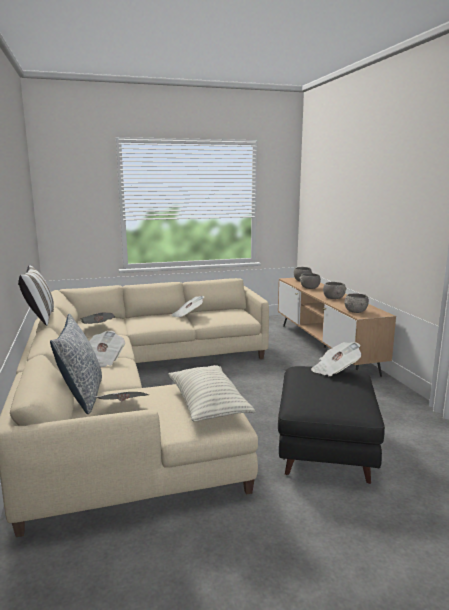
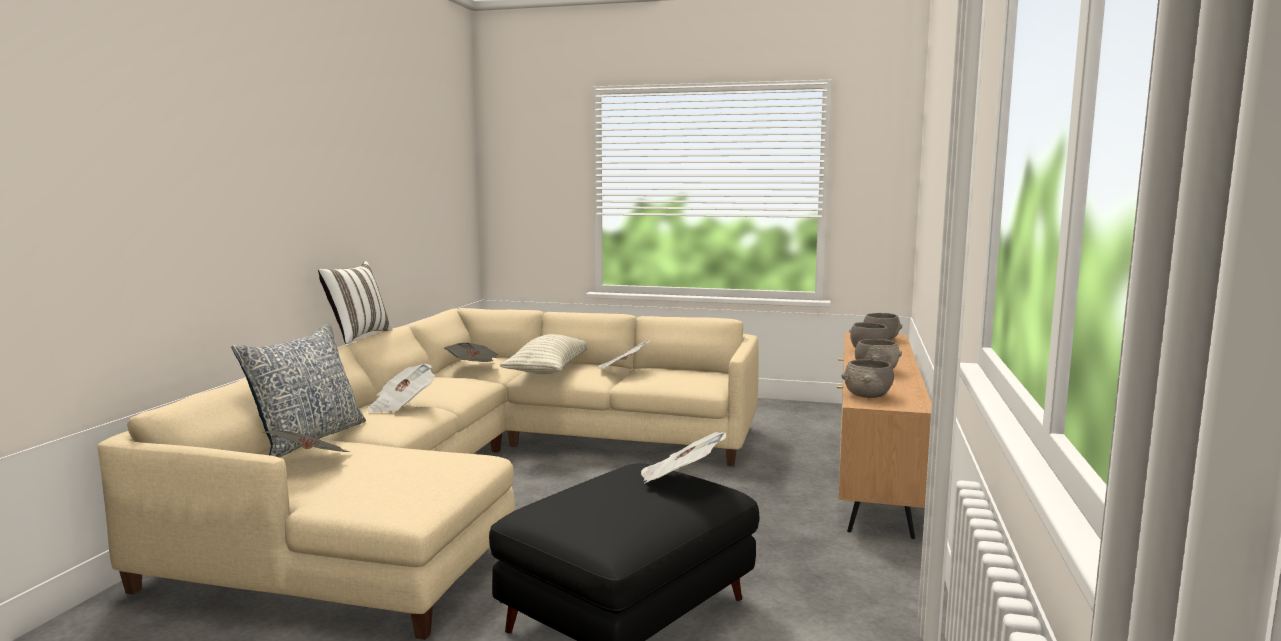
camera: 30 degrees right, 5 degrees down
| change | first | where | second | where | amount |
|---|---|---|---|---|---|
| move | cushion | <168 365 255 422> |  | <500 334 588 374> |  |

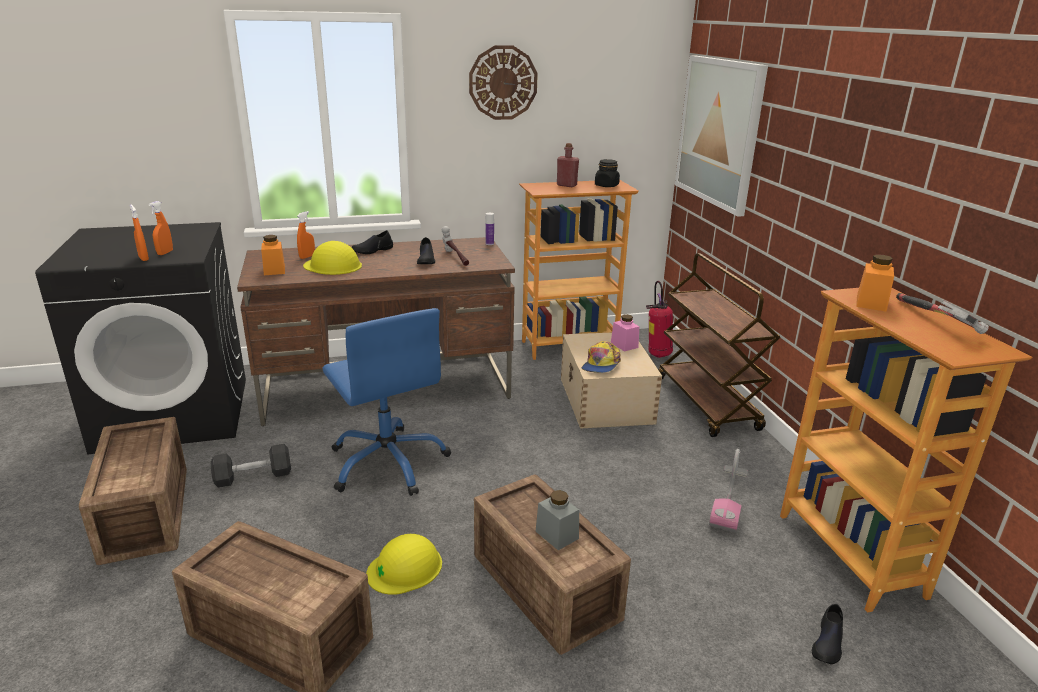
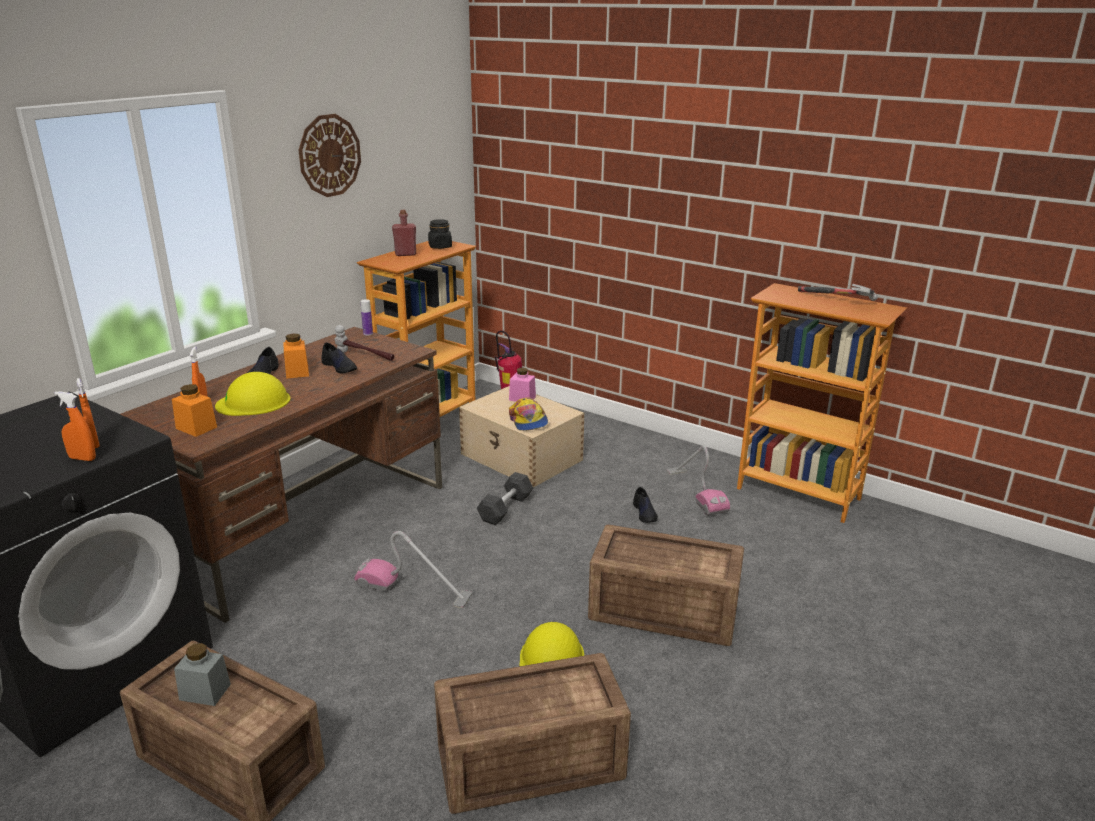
camera: 40 degrees left, 0 degrees up
| change | first | where | second | where | amount |
|---|---|---|---|---|---|
| delete | wall picture | <675 55 768 217> |  |  |  |
| delete | brownish trolley | <658 253 781 437> |  |  |  |
| move | orangey preserve jar | <856 254 894 312> |  | <283 334 309 379> |  |
| replace | bluish office chair | <322 308 451 496> | vacuum | <354 531 472 608> |  |
| move | greyish hand weight | <211 444 291 488> |  | <477 472 533 525> |  |
| move | greyish preserve jar | <536 490 579 550> |  | <174 643 231 706> |  |
| move | black shoe | <812 604 843 664> |  | <633 487 658 523> |  |

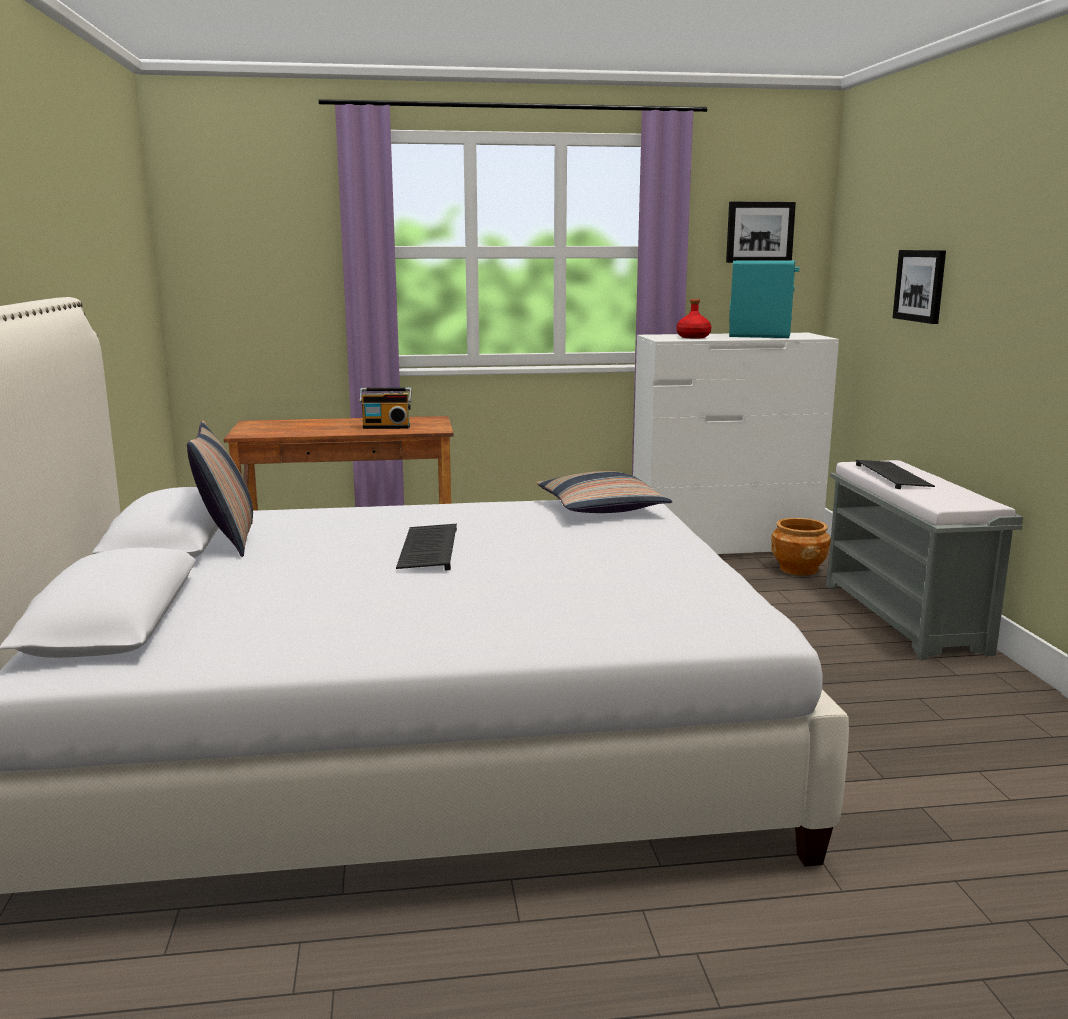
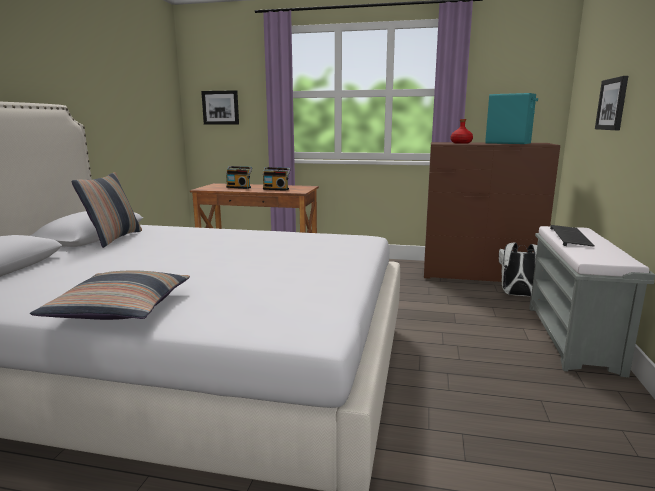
camera: 20 degrees right, 0 degrees up
| change | first | where | second | where | amount |
|---|---|---|---|---|---|
| move | wall picture | <726 202 796 263> |  | <201 90 239 125> |  |
| recolor | white drawer chest | <633 333 839 554> | brownish drawer chest | <424 142 560 282> |  |
| move | cushion | <536 471 672 513> |  | <30 270 190 320> |  |
| replace | brownish plant pot | <771 518 831 575> | white knapsack | <499 242 537 296> |  |
| delete | computer keyboard | <396 524 457 571> |  |  |  |
| insert |  |  | radio | <226 166 253 189> |  |

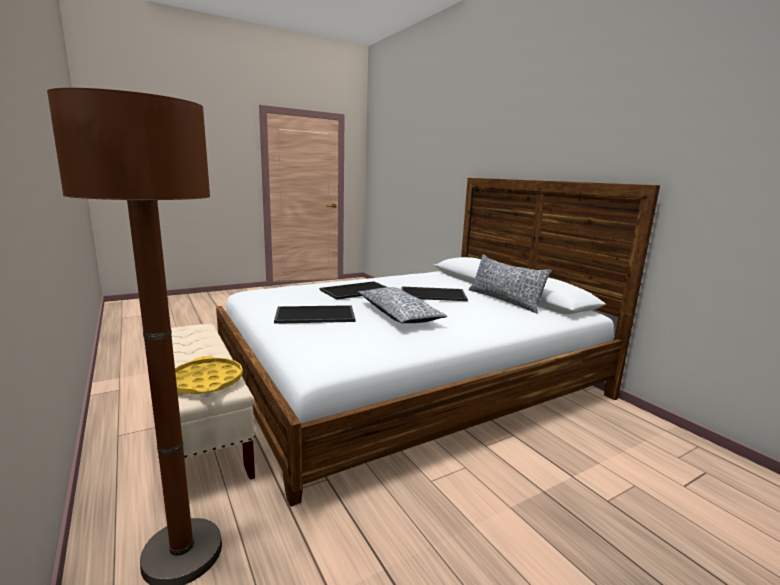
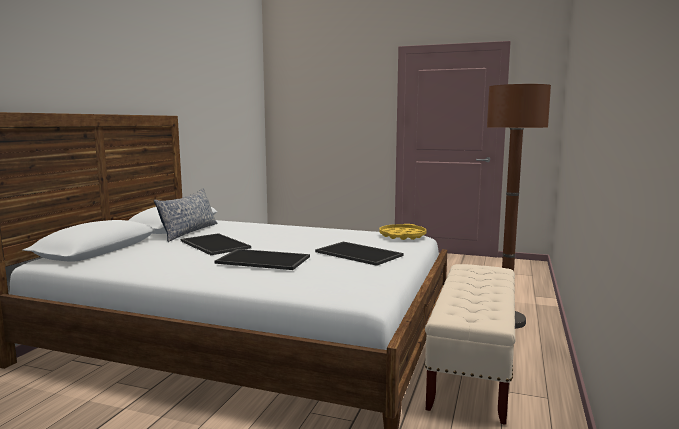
camera: 130 degrees left, 5 degrees down
| change | first | where | second | where | amount |
|---|---|---|---|---|---|
| delete | cushion | <358 287 447 323> |  |  |  |
| move | yellow serving tray | <175 356 243 394> |  | <379 224 427 240> |  |

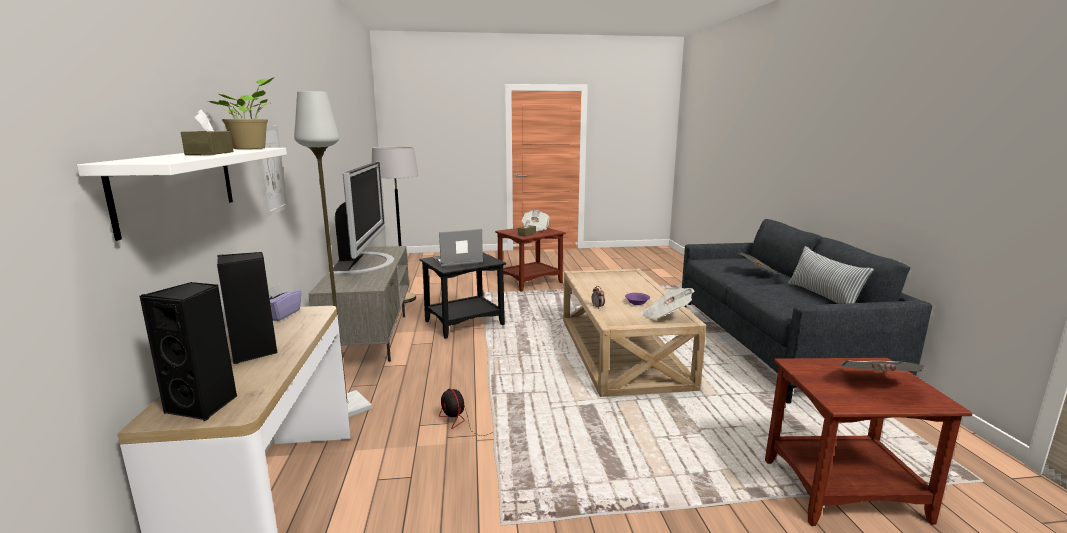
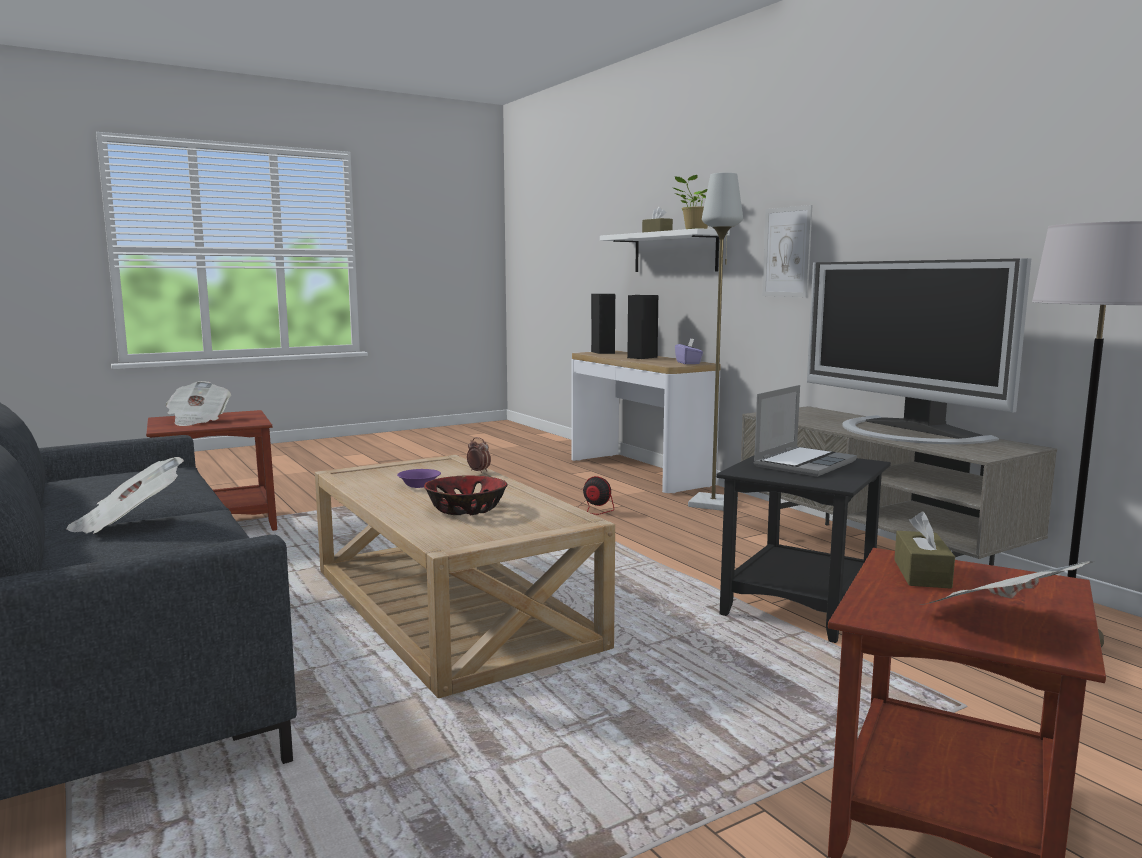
camera: 155 degrees right, 5 degrees down
| change | first | where | second | where | amount |
|---|---|---|---|---|---|
| delete | cushion | <788 246 874 304> |  |  |  |
| delete | daily paper | <640 288 695 320> |  |  |  |
| insert |  |  | deep dish | <424 475 508 515> |  |

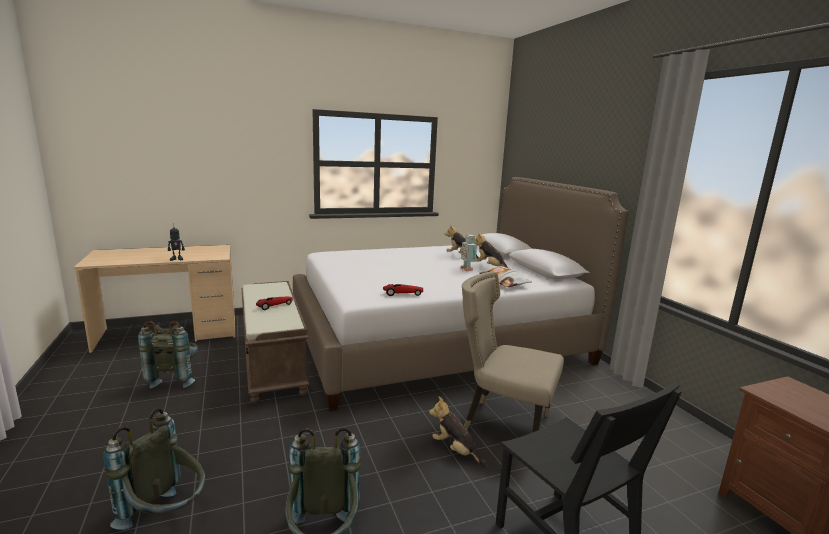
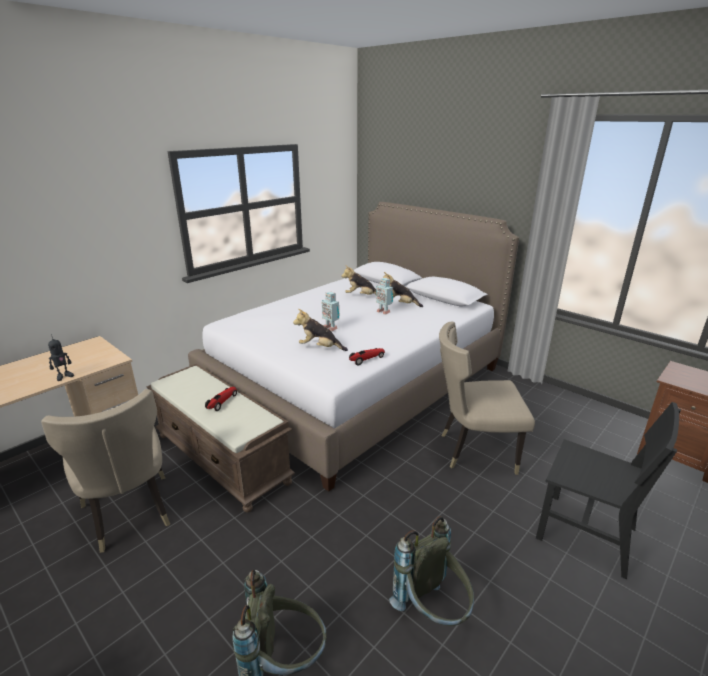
camera: 25 degrees left, 10 degrees up
| change | first | where | second | where | amount |
|---|---|---|---|---|---|
| delete | cushion | <479 266 532 287> |  |  |  |
| replace | greyish knapsack | <138 321 198 389> | beige-coloured upright chair | <41 389 170 553> |  |
| move | plush toy | <429 396 487 467> |  | <293 309 348 351> |  |
| insert |  |  | model robot | <322 291 339 331> |  |

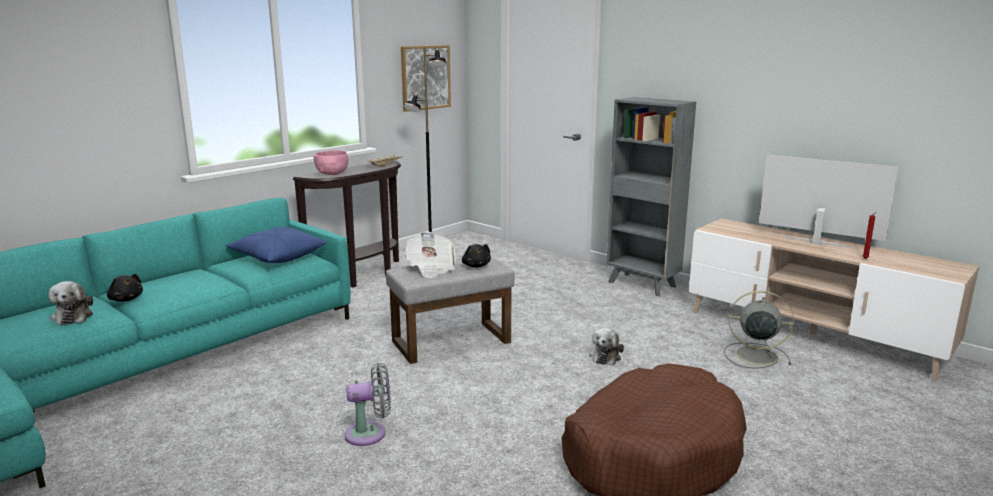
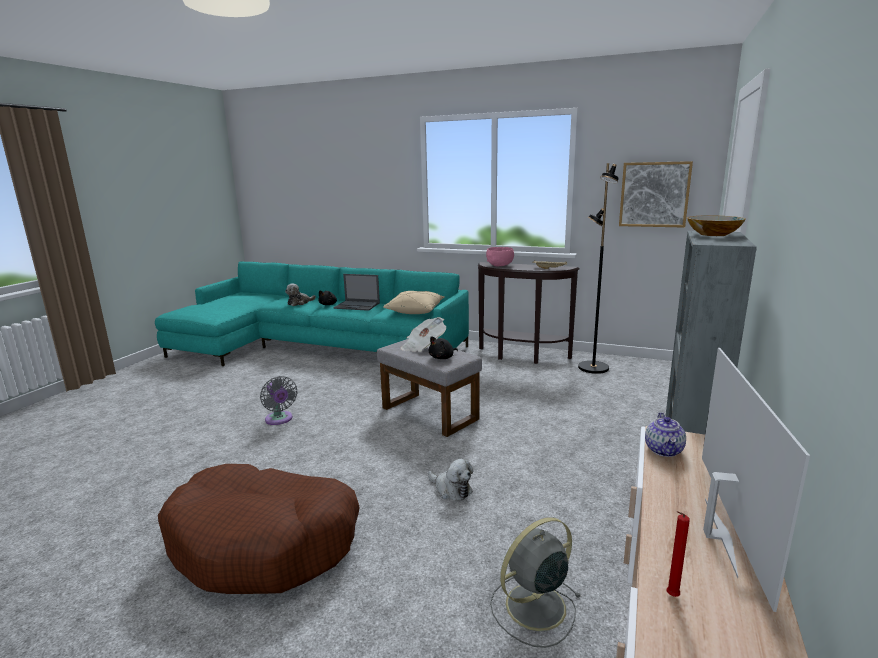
camera: 70 degrees right, 0 degrees up
| change | first | where | second | where | amount |
|---|---|---|---|---|---|
| recolor | bluish cushion | <226 227 327 263> | beige-coloured cushion | <383 291 445 314> |  |
| rotate | greyish fan | <724 291 794 369> |  | <490 517 581 648> | 120 degrees counterclockwise |
| rotate | plush toy | <589 328 624 365> |  | <428 459 473 501> | 135 degrees counterclockwise |
| insert |  |  | deep dish | <687 215 746 236> |  |
| insert |  |  | notebook computer | <334 274 380 311> |  |
| insert |  |  | pot for tea | <645 412 686 457> |  |

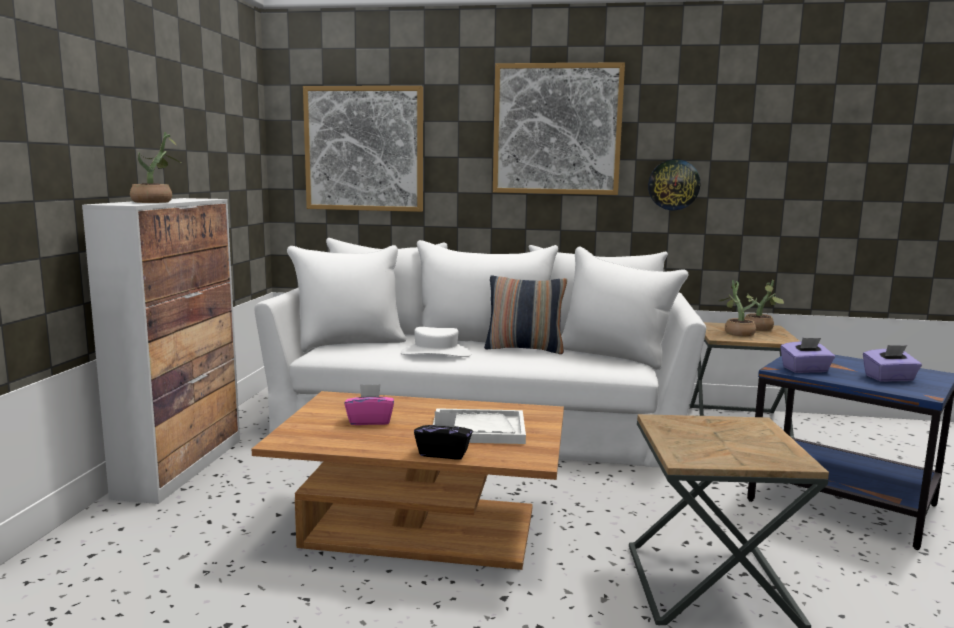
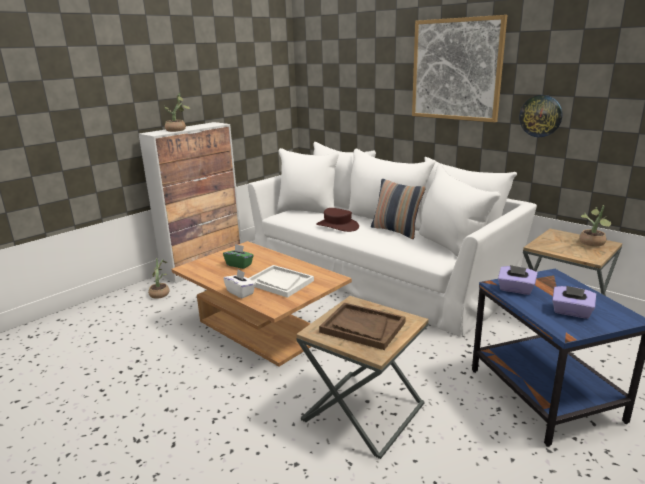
camera: 35 degrees right, 10 degrees up
| change | first | where | second | where | amount |
|---|---|---|---|---|---|
| delete | wall picture | <303 86 423 212> |  |  |  |
| move | plant in a pot | <719 280 757 337> |  | <148 258 170 299> |  |
| recolor | white wearable hat | <401 327 471 357> | brownish wearable hat | <316 208 359 232> |  |
| recolor | pink box of tissues | <345 384 394 425> | green box of tissues | <223 244 254 269> |  |
| recolor | black box of tissues | <414 411 473 459> | white box of tissues | <223 269 256 298> |  |
| insert |  |  | brownish serving tray | <319 303 406 350> |  |

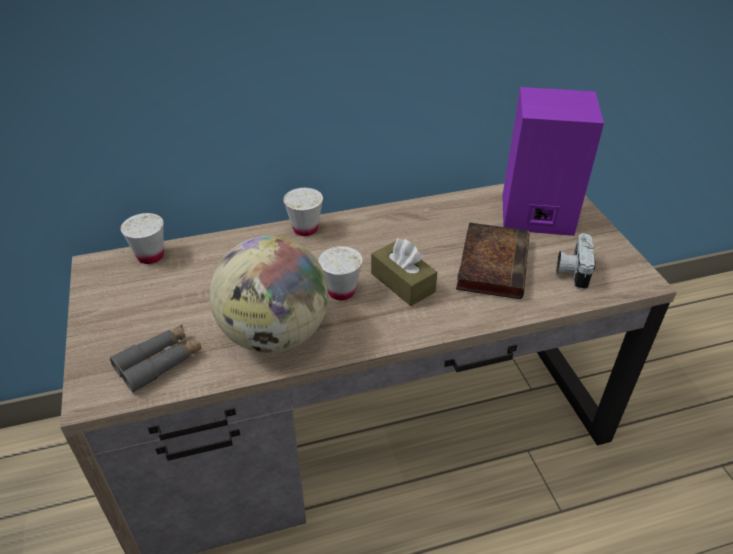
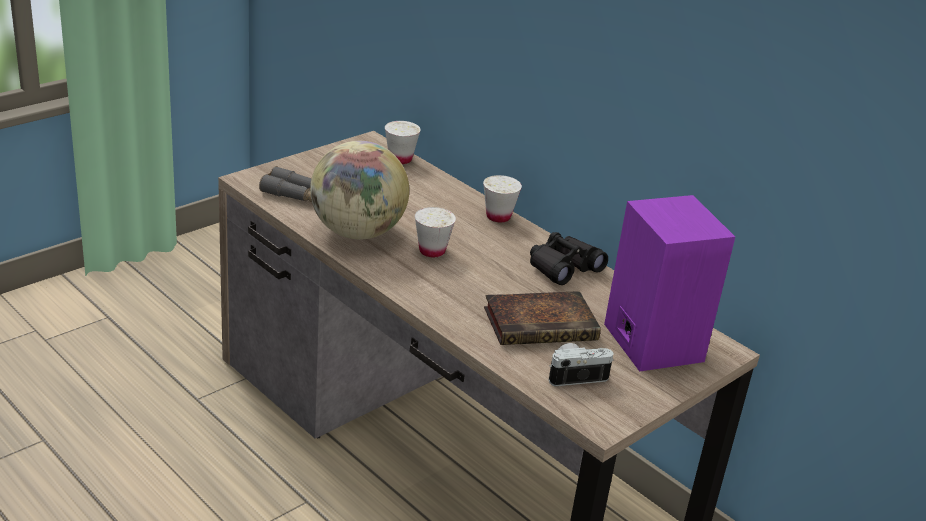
camera: 60 degrees right, 10 degrees down
| change | first | where | second | where | amount |
|---|---|---|---|---|---|
| delete | brownish box of tissues | <371 238 437 306> |  |  |  |
| insert |  |  | black field glasses | <530 232 608 285> |  |

